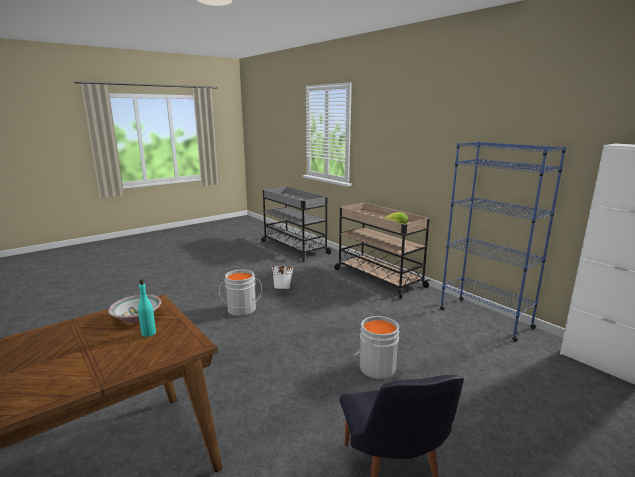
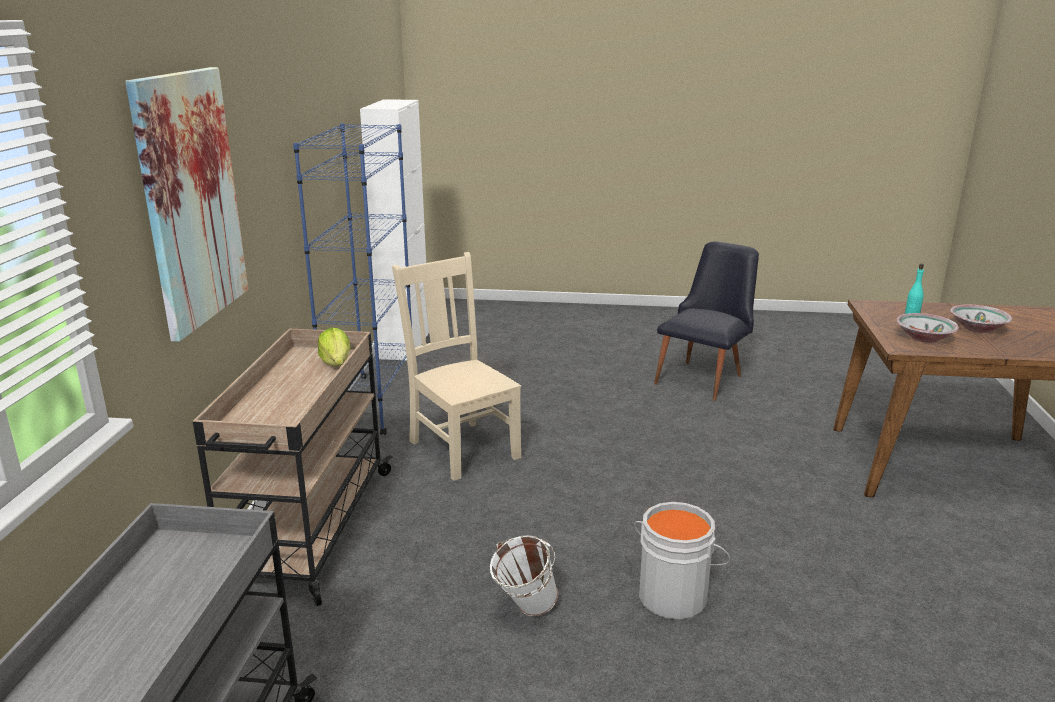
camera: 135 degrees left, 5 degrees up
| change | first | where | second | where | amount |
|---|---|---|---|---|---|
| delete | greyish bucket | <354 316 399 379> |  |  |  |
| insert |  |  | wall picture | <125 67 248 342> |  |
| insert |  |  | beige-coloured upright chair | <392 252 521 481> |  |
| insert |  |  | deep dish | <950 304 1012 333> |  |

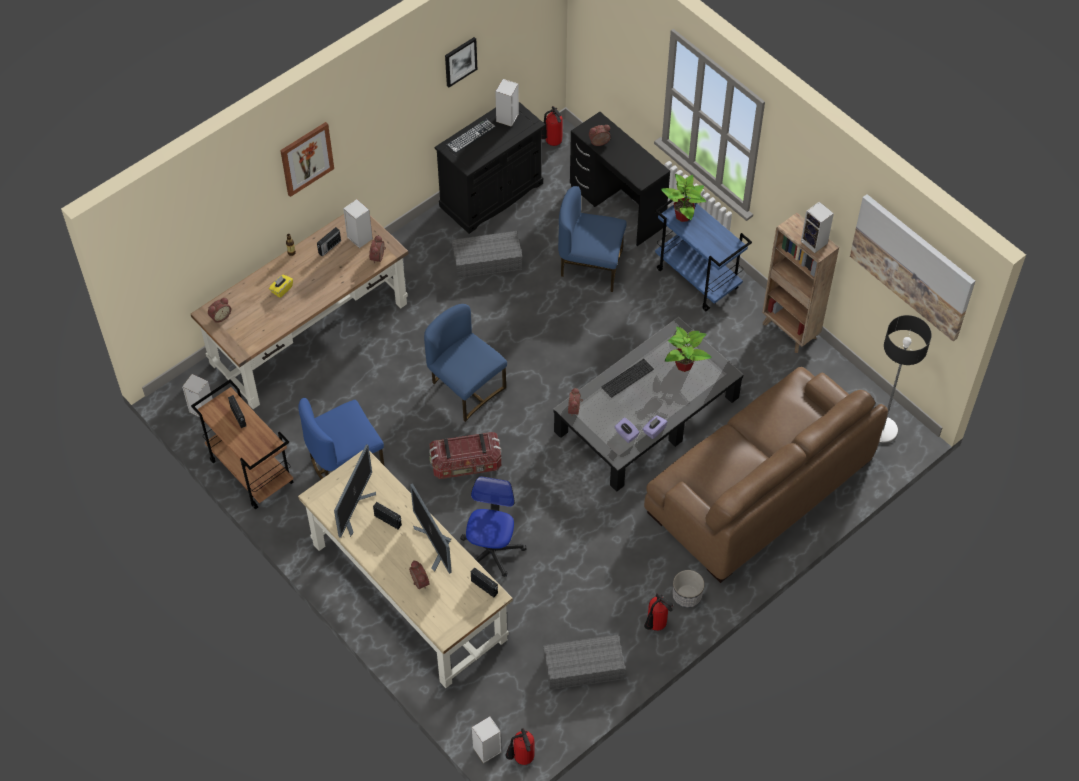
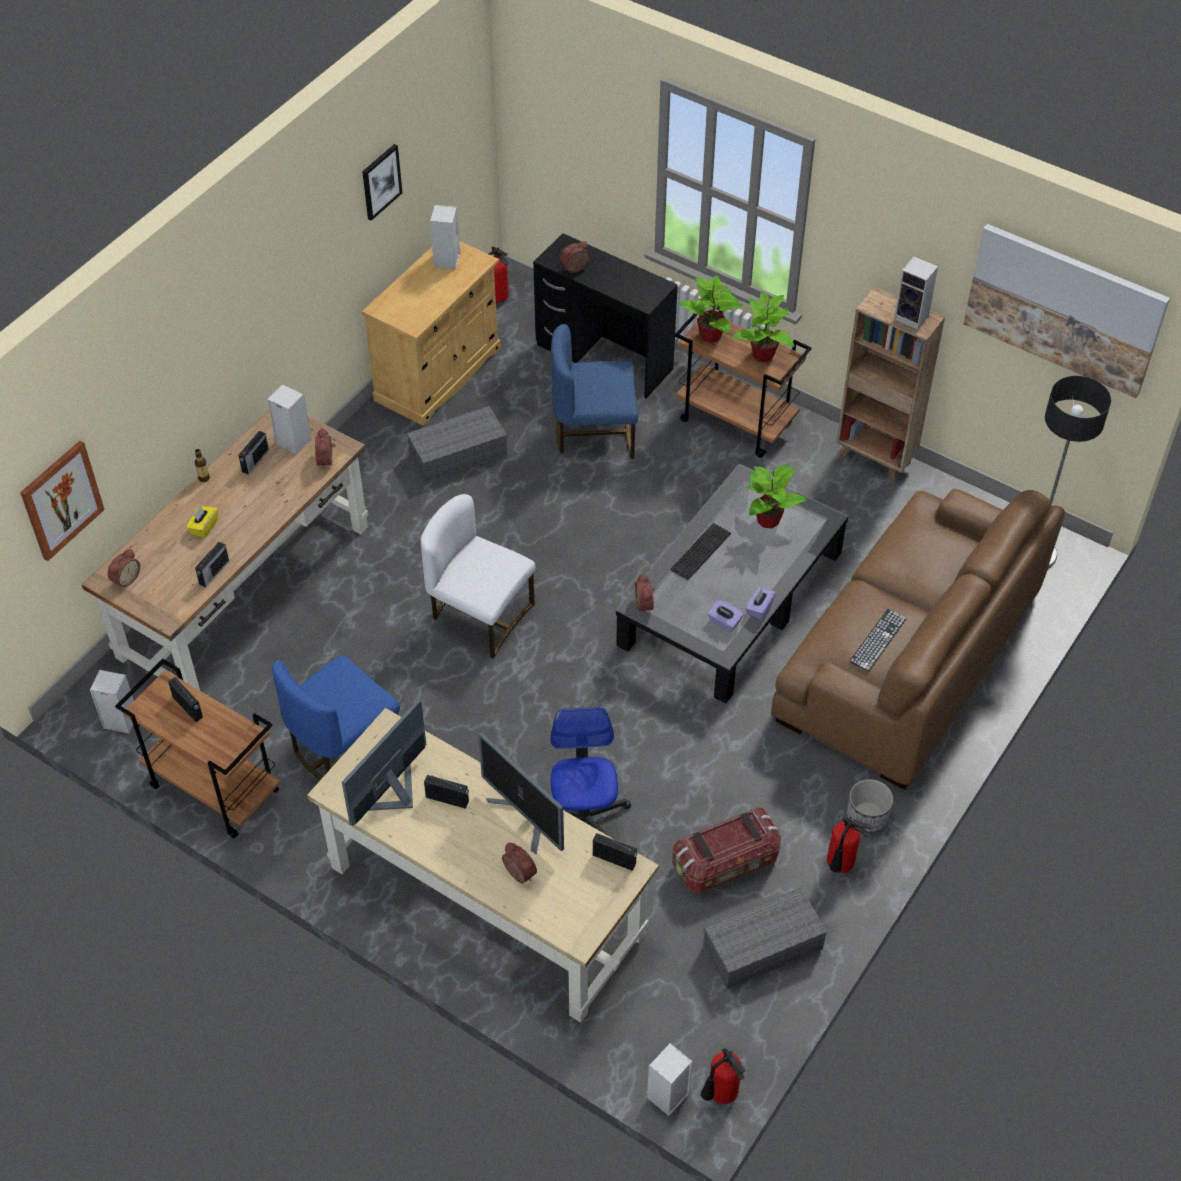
camera: 15 degrees left, 5 degrees down
| change | first | where | second | where | amount |
|---|---|---|---|---|---|
| recolor | black cabinet | <435 102 545 234> | beige-coloured cabinet | <362 241 501 426> |  |
| move | computer keyboard | <447 119 495 153> |  | <849 609 907 672> |  |
| move | wall picture | <280 122 334 197> |  | <20 441 105 561> |  |
| recolor | bluish trolley | <655 192 752 311> | brownish trolley | <675 305 812 458> |  |
| recolor | bluish upright chair | <424 304 507 422> | white upright chair | <421 494 536 659> |  |
| move | storage container | <429 432 501 479> |  | <672 807 781 894> |  |
| rotate | monitor | <334 444 376 538> |  | <342 699 426 826> | 150 degrees counterclockwise |
| insert |  |  | plant in a pot | <732 291 794 362> |  |
| insert |  |  | radio | <195 542 229 587> |  |

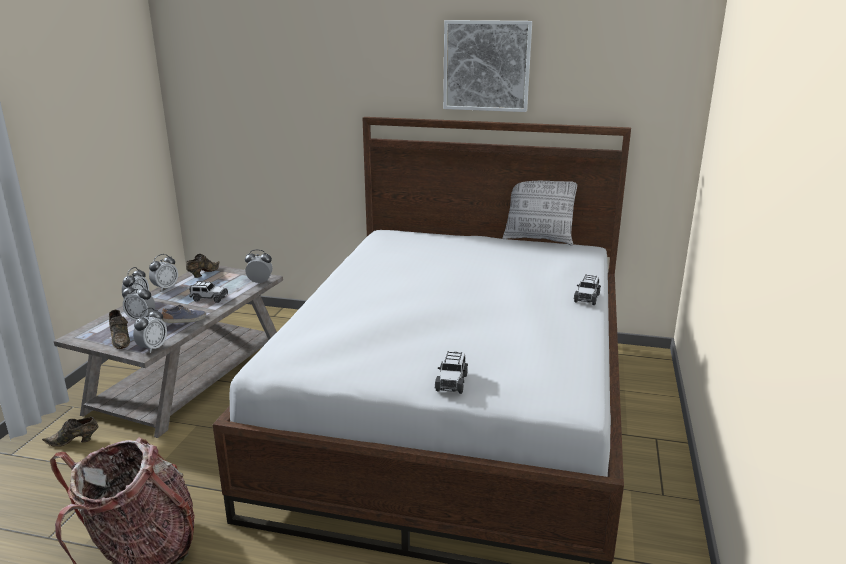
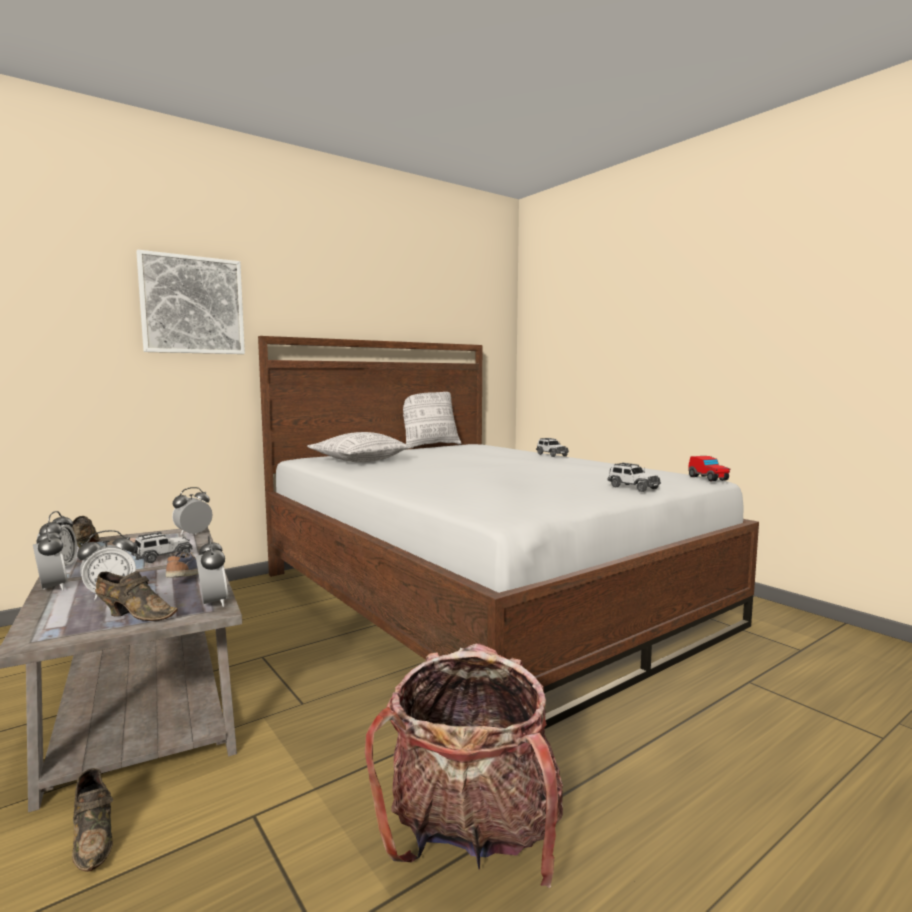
camera: 50 degrees left, 15 degrees down
| change | first | where | second | where | amount |
|---|---|---|---|---|---|
| move | wall picture | <443 20 532 112> |  | <136 250 245 354> |  |
| rotate | brownish shoe | <42 417 98 447> |  | <72 768 113 872> | 60 degrees counterclockwise |
| insert |  |  | cushion | <307 432 413 462> |  |
| insert |  |  | miniature car | <688 456 731 481> |  |

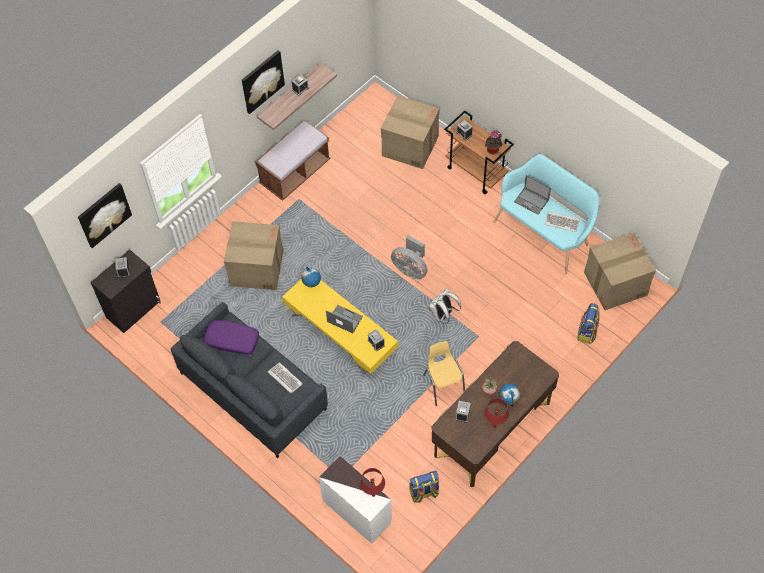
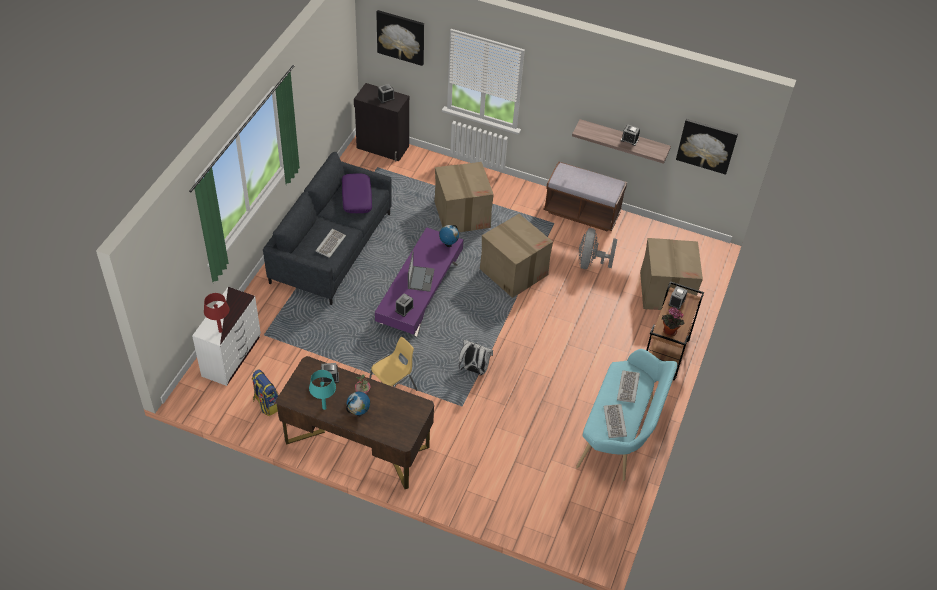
camera: 65 degrees right, 10 degrees down
| change | first | where | second | where | amount |
|---|---|---|---|---|---|
| move | wall picture | <242 50 285 114> |  | <676 119 738 175> |  |
| replace | notebook computer | <514 175 551 215> | computer keyboard | <617 371 640 403> |  |
| move | packing box | <584 232 656 310> |  | <480 214 553 298> |  |
| move | greyish fan | <391 235 427 279> |  | <579 228 618 269> |  |
| recolor | yellow low table | <282 279 398 375> | purple low table | <375 227 463 336> |  |
| delete | knapsack | <577 303 600 344> |  |  |  |
| recolor | red-coloured table lamp | <484 398 509 428> | blue-green table lamp | <309 370 336 410> |  |

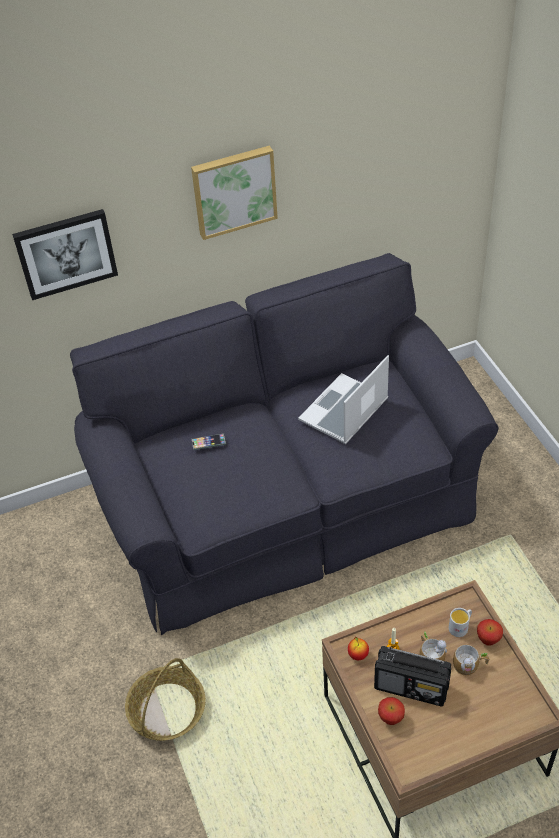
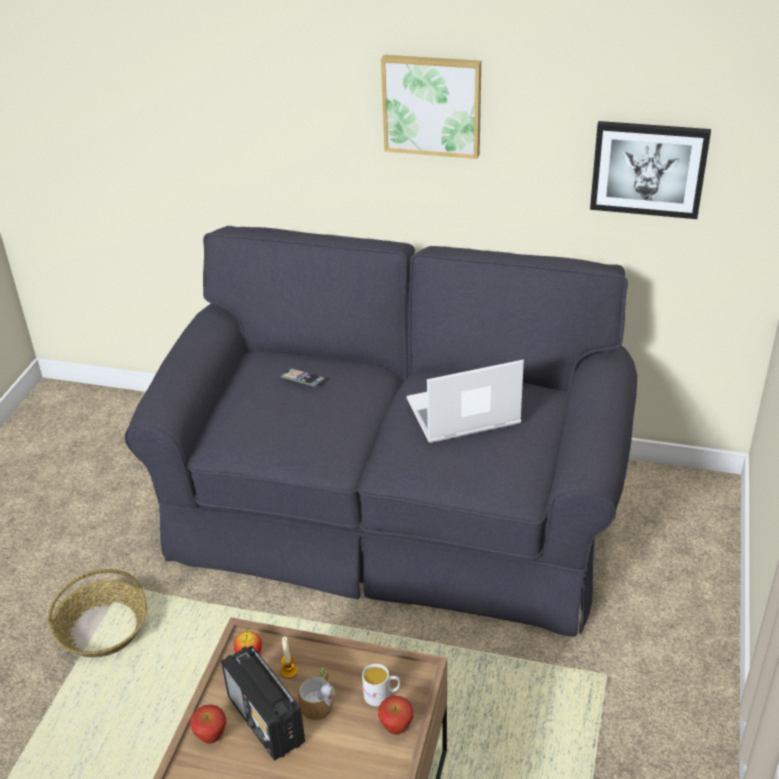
camera: 35 degrees right, 10 degrees down
| change | first | where | second | where | amount |
|---|---|---|---|---|---|
| move | wall picture | <12 209 118 300> |  | <590 121 711 219> |  |
| delete | mug | <453 644 489 676> |  |  |  |

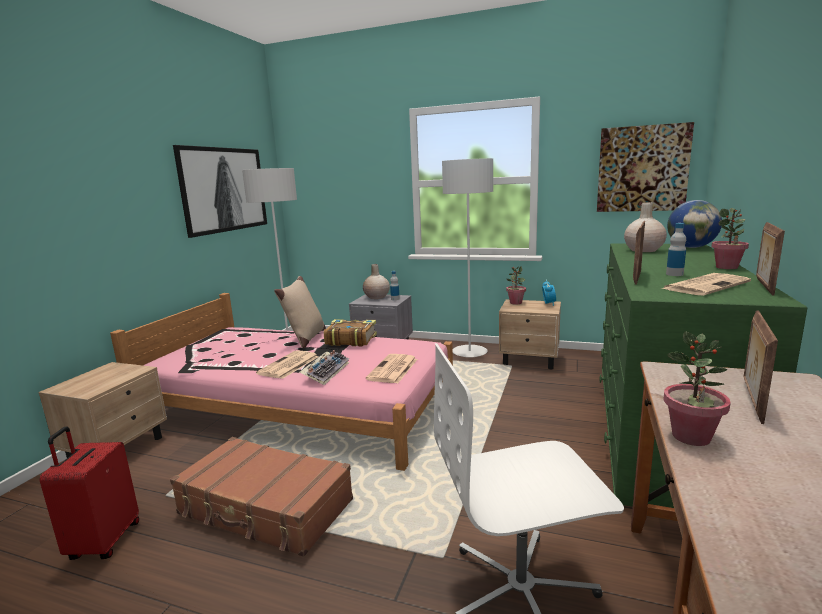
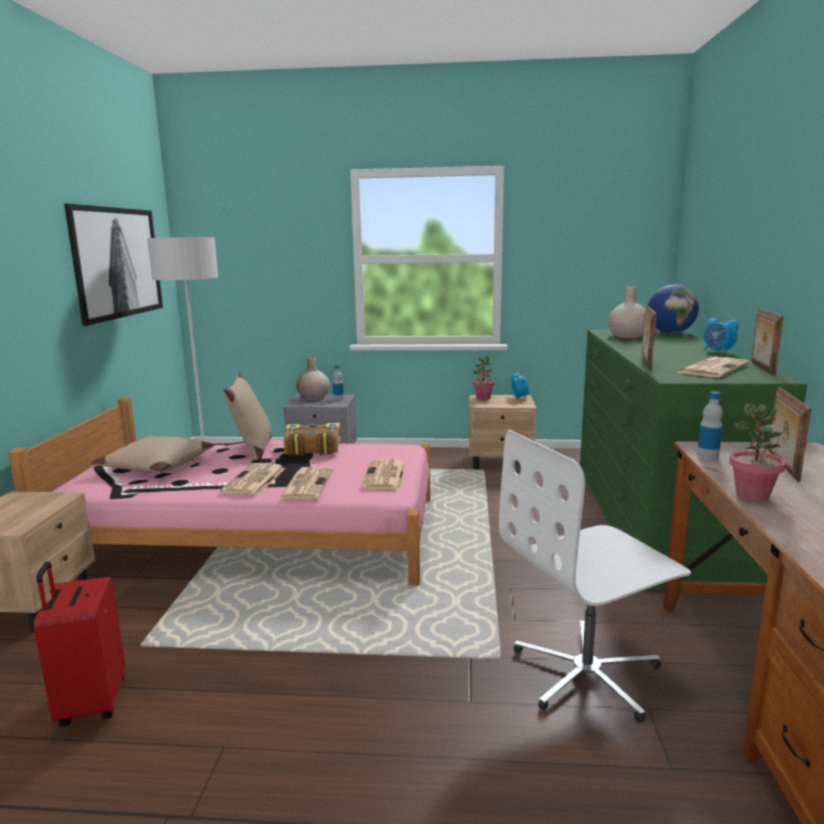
camera: 15 degrees left, 0 degrees up
| change | first | where | second | where | amount |
|---|---|---|---|---|---|
| delete | wall picture | <597 122 694 212> |  |  |  |
| delete | greyish standing lamp | <442 158 493 358> |  |  |  |
| replace | plant in a pot | <711 208 749 269> | bedside clock | <703 313 739 354> |  |
| move | drink bottle | <666 223 686 276> |  | <697 391 723 460> |  |
| replace | computer keyboard | <300 350 349 385> | daily paper | <279 467 333 499> |  |
| delete | brownish piece of luggage | <170 437 353 557> |  |  |  |
| insert |  |  | beige-coloured cushion | <91 436 214 473> |  |

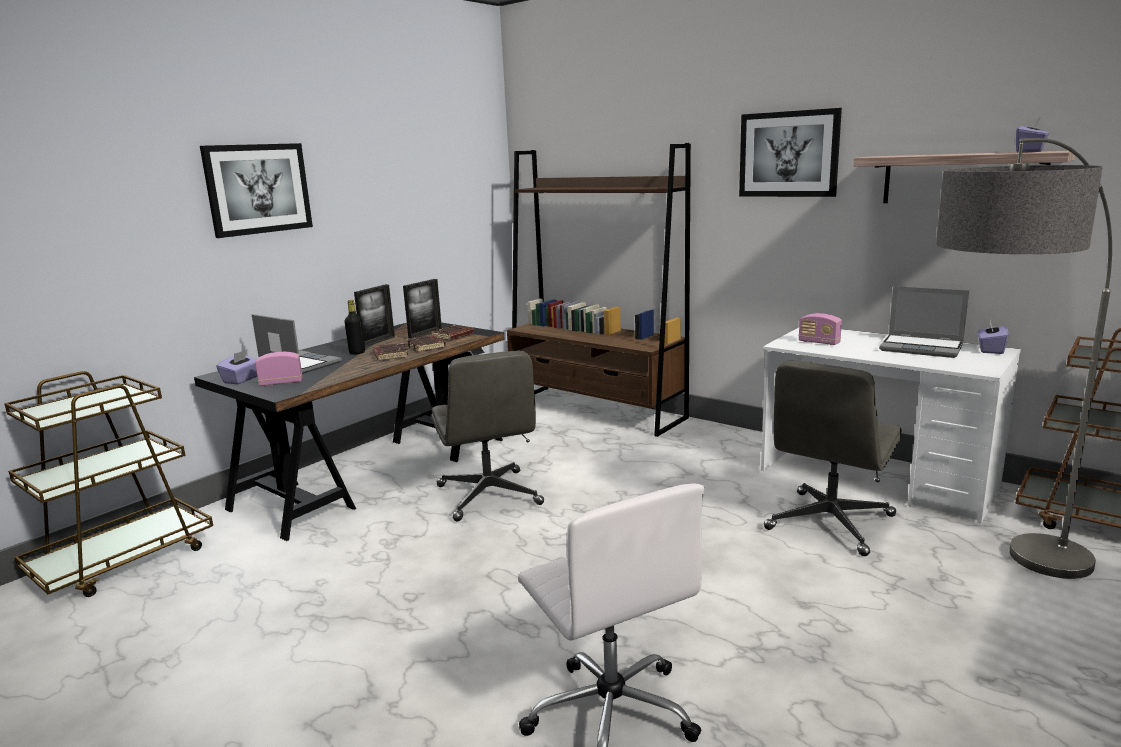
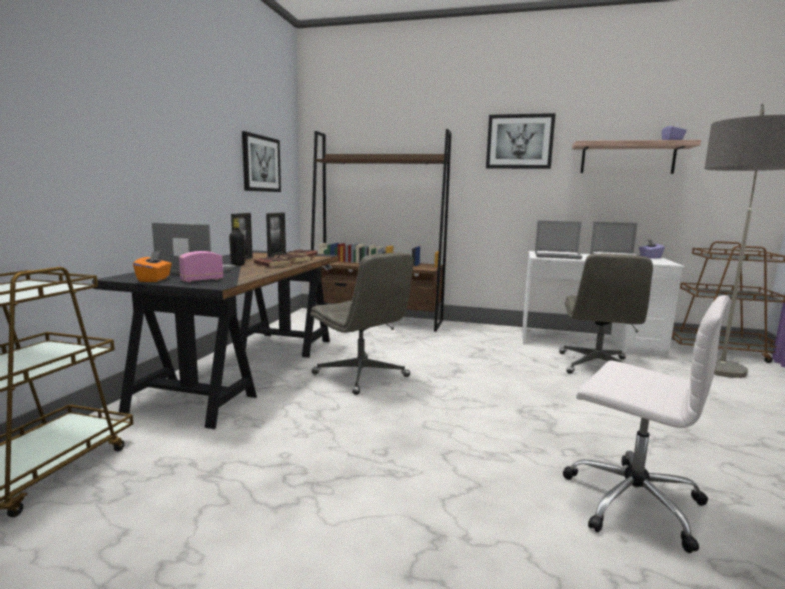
camera: 25 degrees left, 5 degrees down
| change | first | where | second | where | amount |
|---|---|---|---|---|---|
| move | wall picture | <200 143 313 238> |  | <242 131 281 192> |  |
| replace | radio | <798 313 842 345> | notebook computer | <535 220 582 259> |  |
| recolor | purple box of tissues | <216 350 257 384> | orangey box of tissues | <133 251 172 282> |  |

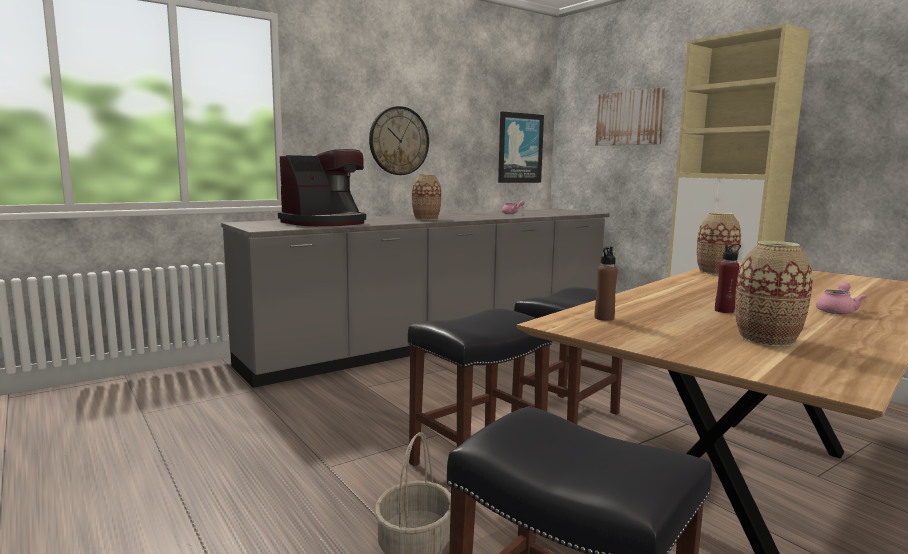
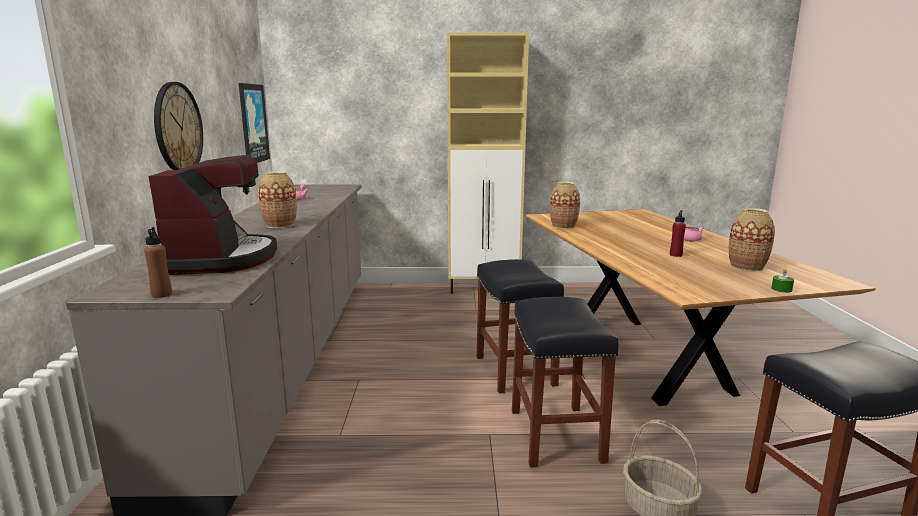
camera: 55 degrees left, 5 degrees up
| change | first | where | second | where | amount |
|---|---|---|---|---|---|
| delete | wall picture | <595 88 665 146> |  |  |  |
| move | brownish drink bottle | <594 247 618 321> |  | <144 227 172 298> |  |
| insert |  |  | green wax candle | <771 269 794 293> |  |

